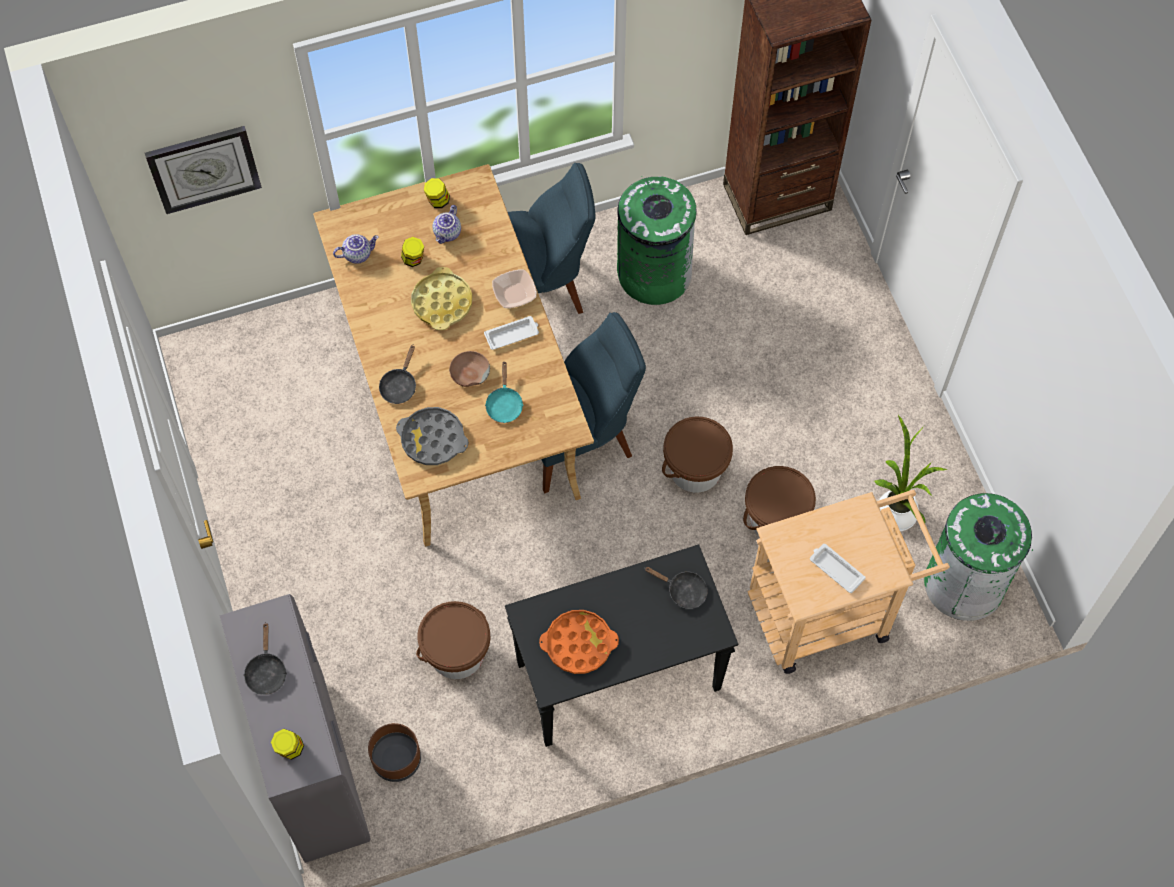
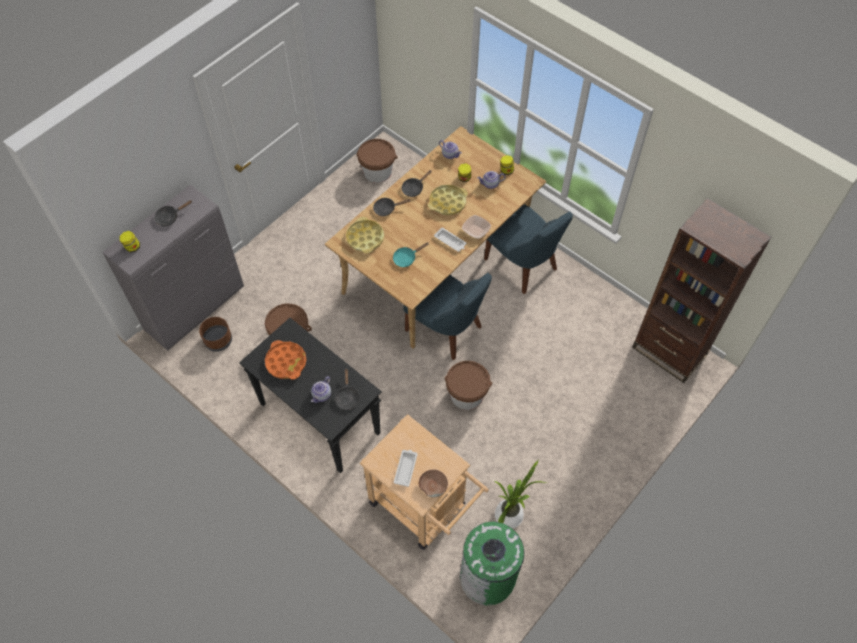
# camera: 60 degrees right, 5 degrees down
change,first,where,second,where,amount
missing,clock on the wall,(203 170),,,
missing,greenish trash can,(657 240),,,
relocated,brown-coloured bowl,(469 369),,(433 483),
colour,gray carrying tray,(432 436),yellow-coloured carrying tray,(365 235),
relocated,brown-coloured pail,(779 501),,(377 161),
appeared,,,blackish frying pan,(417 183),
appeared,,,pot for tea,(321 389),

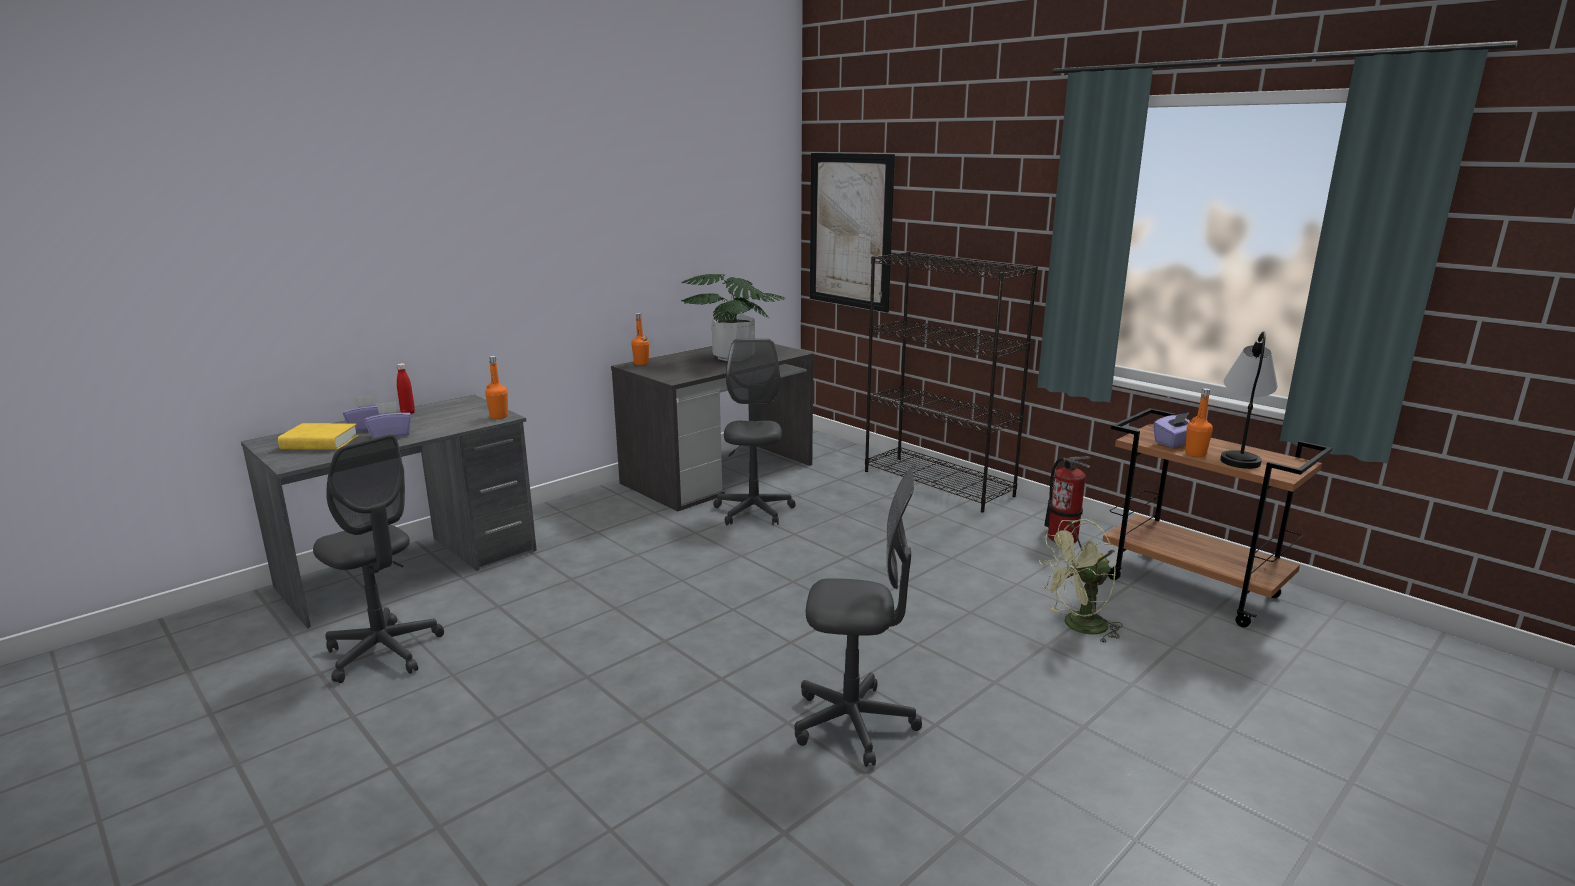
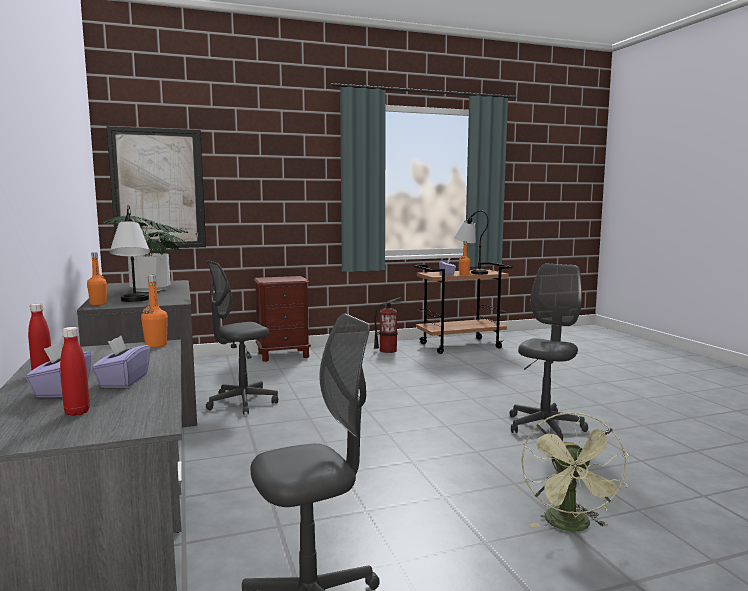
# camera: 65 degrees left, 10 degrees down
change,first,where,second,where,amount
exchanged,blackish bookshelf,(951 382),brown-coloured bedside table,(282 319),
spun,gray desk chair,(754 432),,(242 337),60 degrees counterclockwise
exchanged,yellow-coloured book,(318 436),red drink bottle,(75 371),
relocated,greenish electric fan,(1081 581),,(575 472),
appeared,,,lamp for a table,(130 253),

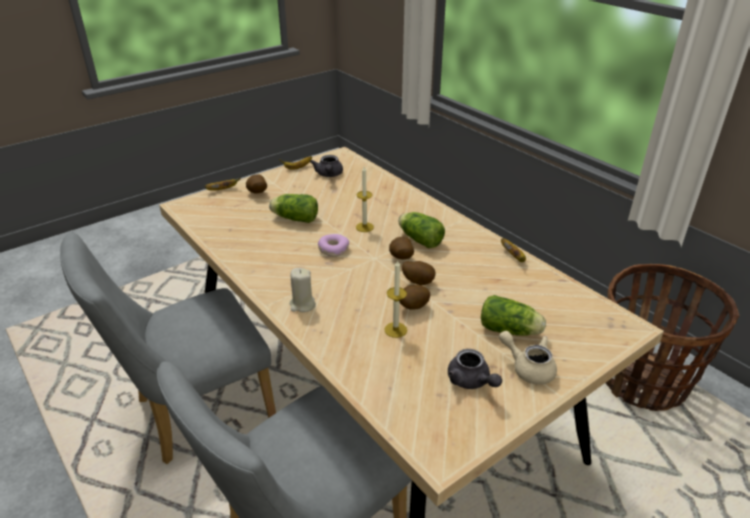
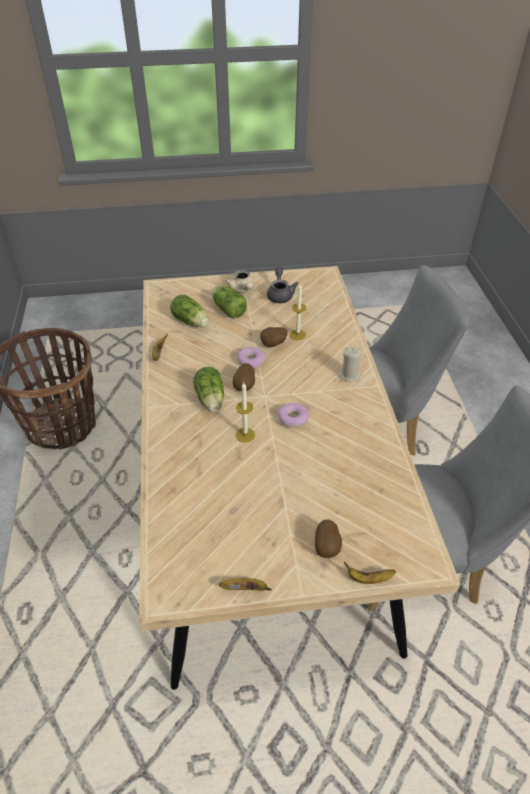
# camera: 150 degrees left, 10 degrees up
change,first,where,second,where,amount
missing,gray pot for tea,(326 166),,,
relocated,lettuce,(293 208),,(189 311),
exchanged,spud,(419 273),ring doughnut,(251 358),

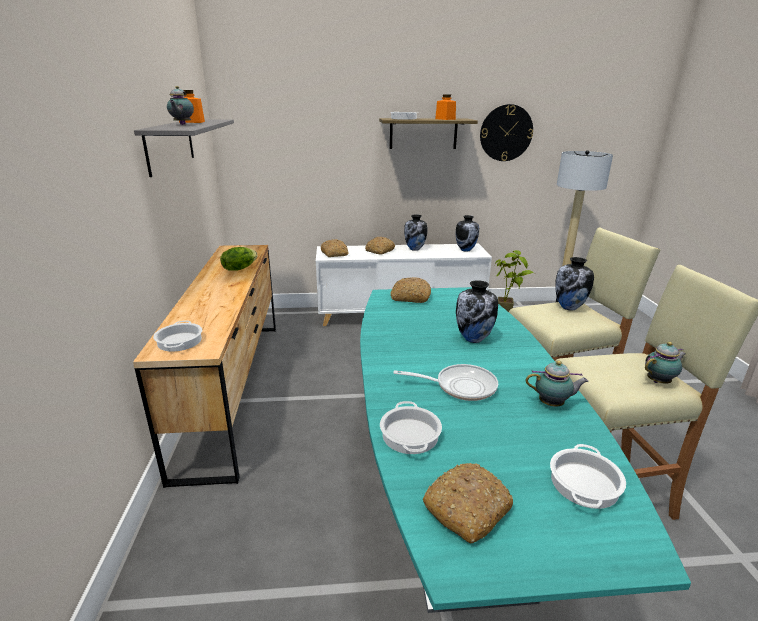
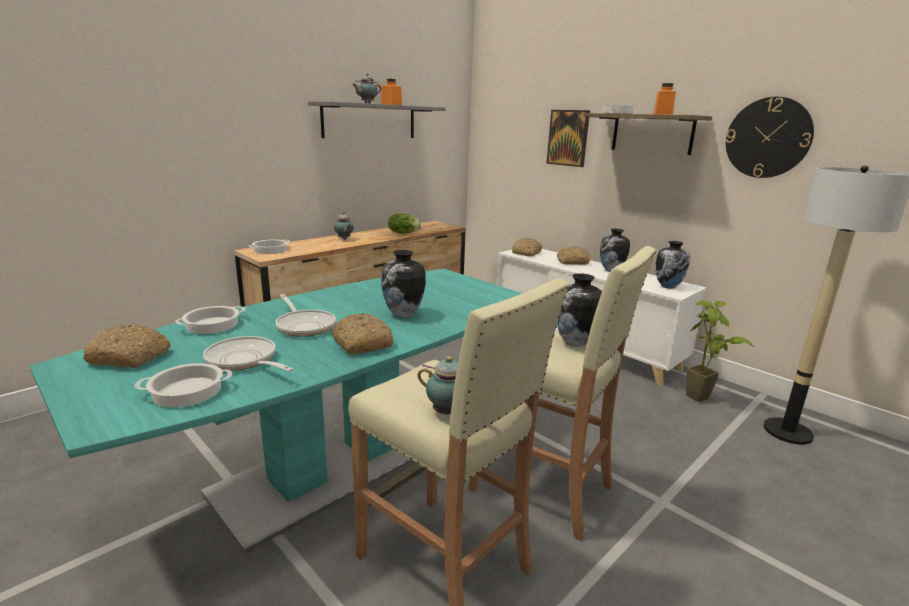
# camera: 50 degrees right, 5 degrees down
change,first,where,second,where,amount
relocated,bread,(410 290),,(362 333),
relocated,pot for tea,(557 384),,(344 226),
appeared,,,wall picture,(568 138),
appeared,,,frying pan,(248 354),

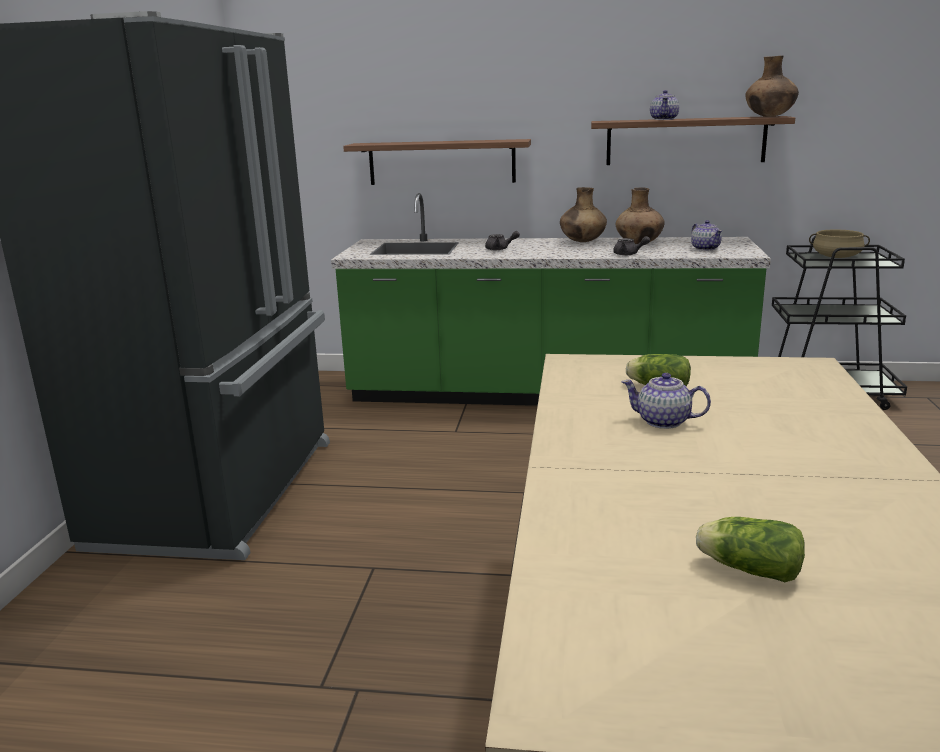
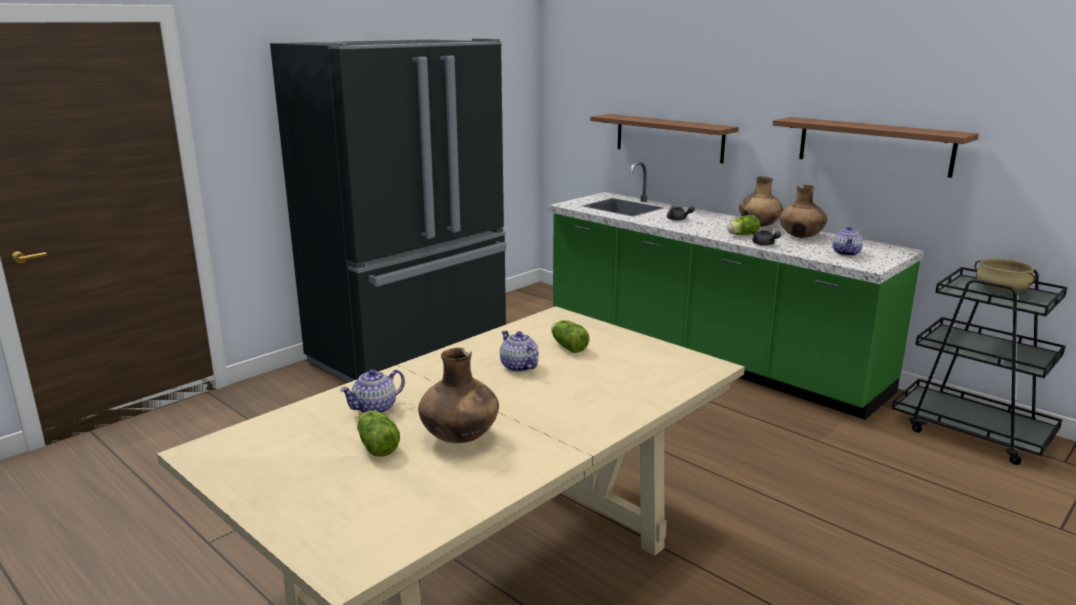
# camera: 35 degrees right, 0 degrees up
change,first,where,second,where,amount
relocated,brown-coloured vase,(772 86),,(458 395),
relocated,pot for tea,(664 105),,(372 391),
appeared,,,lettuce,(743 225),

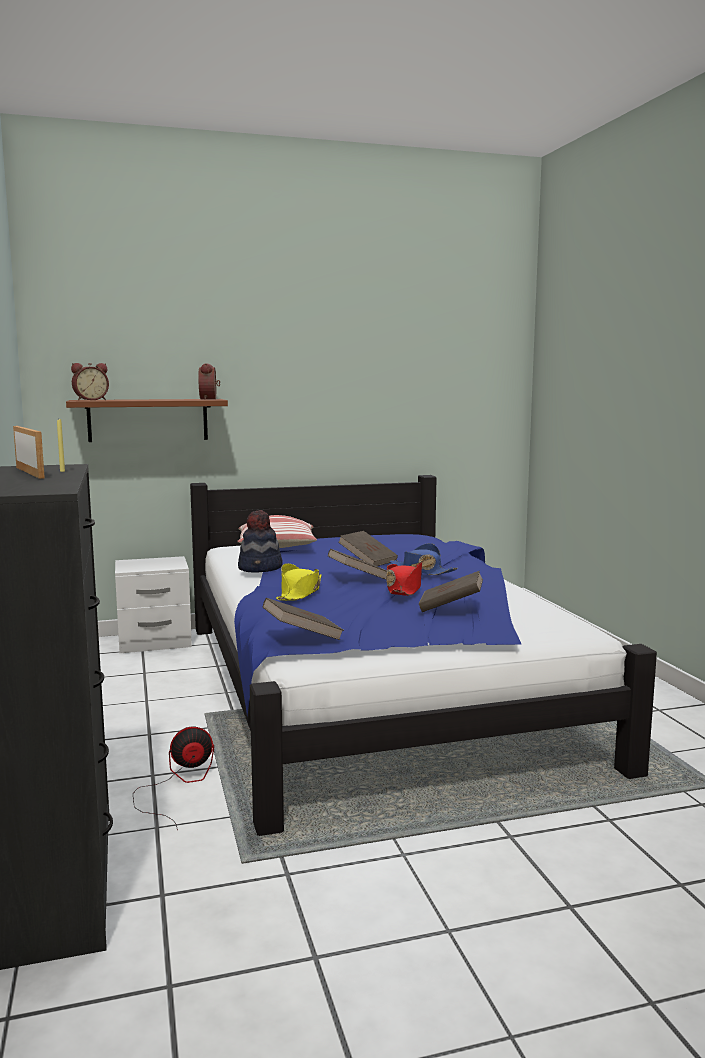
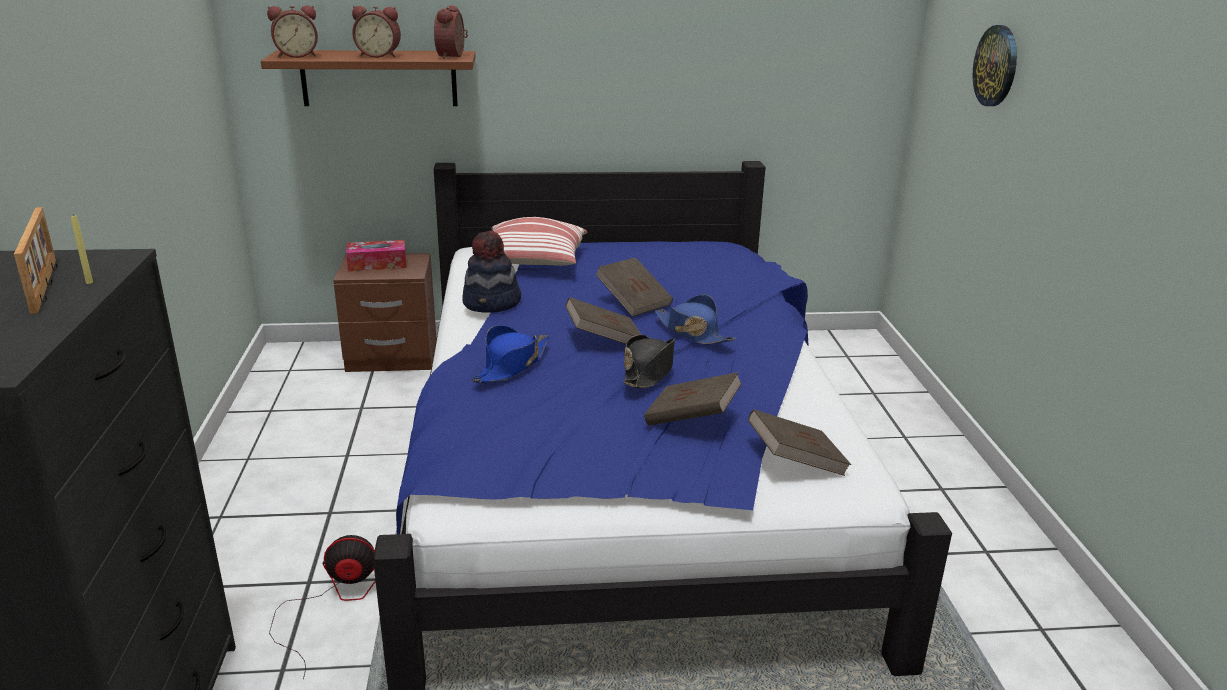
# camera: 10 degrees right, 15 degrees up
change,first,where,second,where,amount
colour,white bedside table,(153 604),brown-coloured bedside table,(384 312),
colour,red wearable hat,(404 579),blackish wearable hat,(649 361),
colour,yellow-coloured wearable hat,(299 582),bluish wearable hat,(510 354),
relocated,brown-coloured book,(303 619),,(799 442),
appeared,,,alarm clock,(376 32),
appeared,,,clock on the wall,(995 65),
appeared,,,tissue box,(376 255),

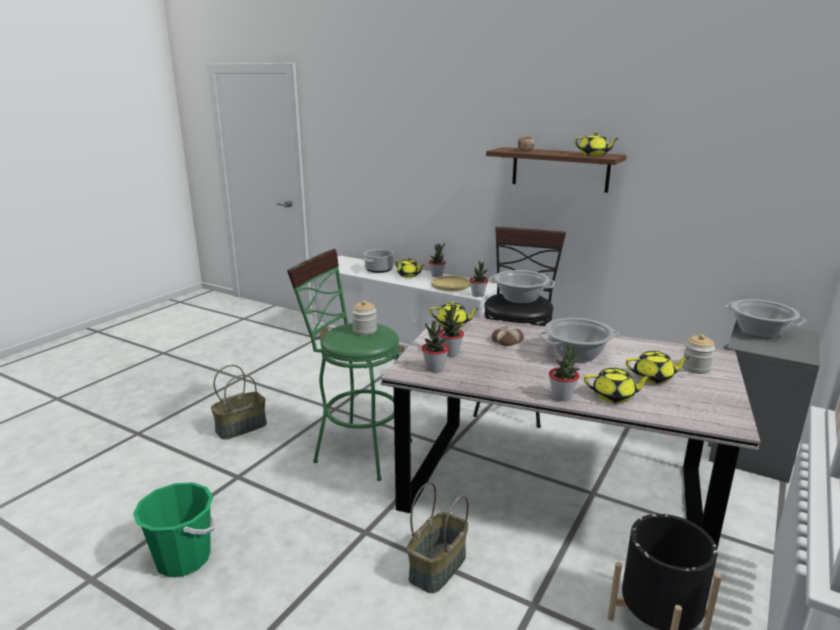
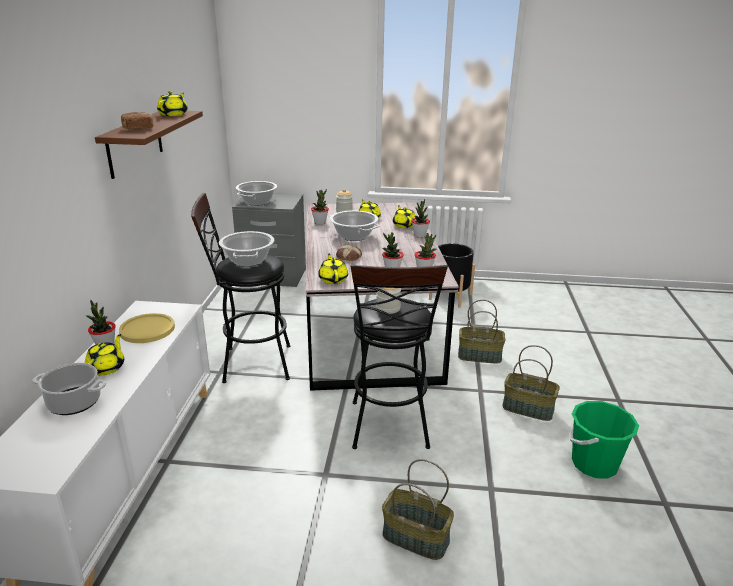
# camera: 115 degrees left, 5 degrees up
change,first,where,second,where,amount
colour,greenish stool seat,(350 365),blackish stool seat,(399 357),
relocated,potted plant,(478 279),,(320 207),
appeared,,,basket,(531 383),

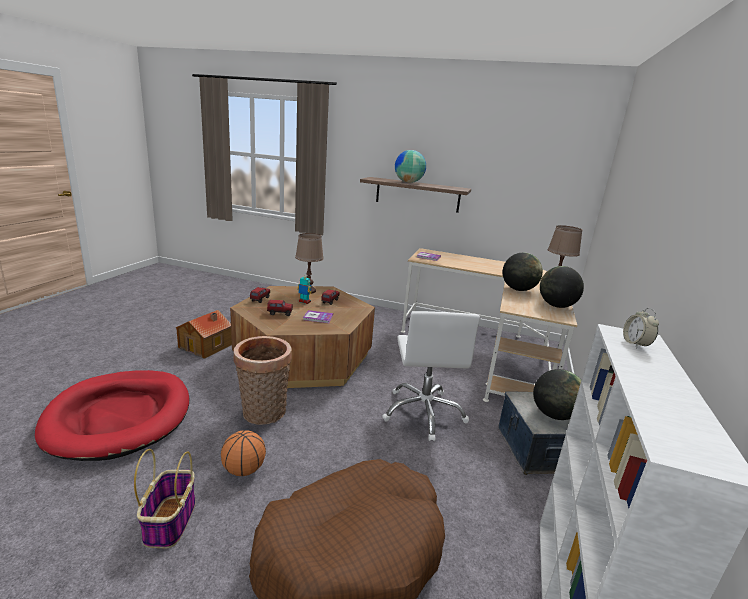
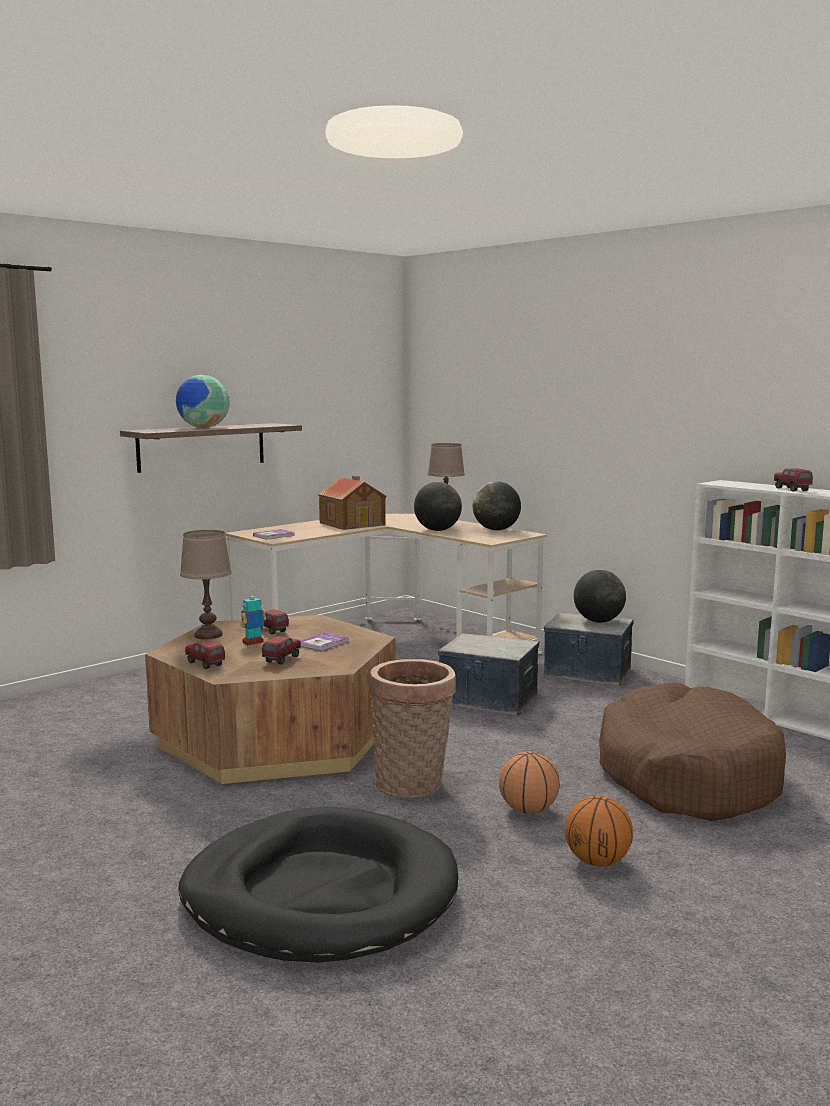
# camera: 60 degrees left, 10 degrees down
change,first,where,second,where,amount
missing,alarm clock,(641 328),,,
relocated,toy house,(204 334),,(352 503),
exchanged,white desk chair,(431 376),storage bin,(488 674),
colour,red dog cushion,(112 415),blackish dog cushion,(318 885),
exchanged,basket,(165 498),basketball ball,(599 831),
appeared,,,model truck,(793 479),

